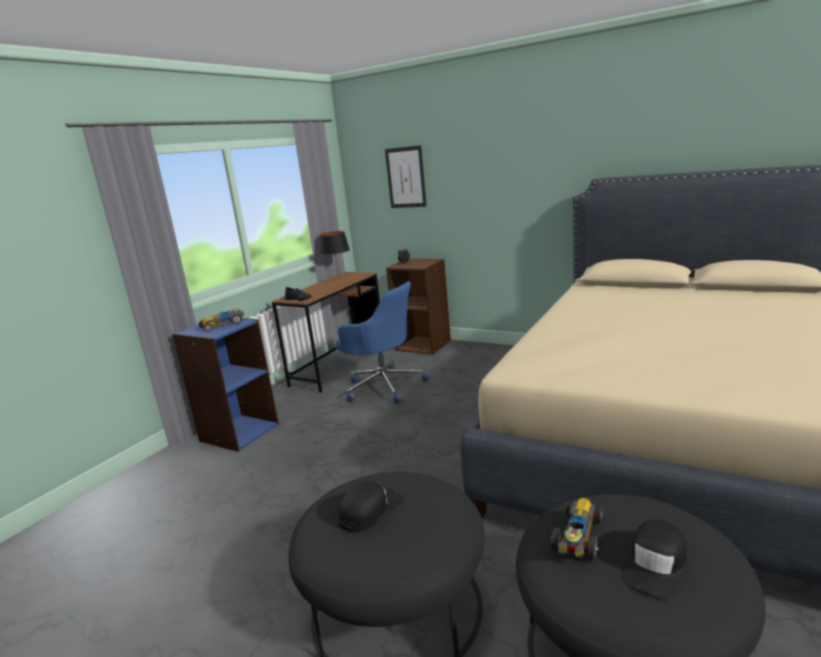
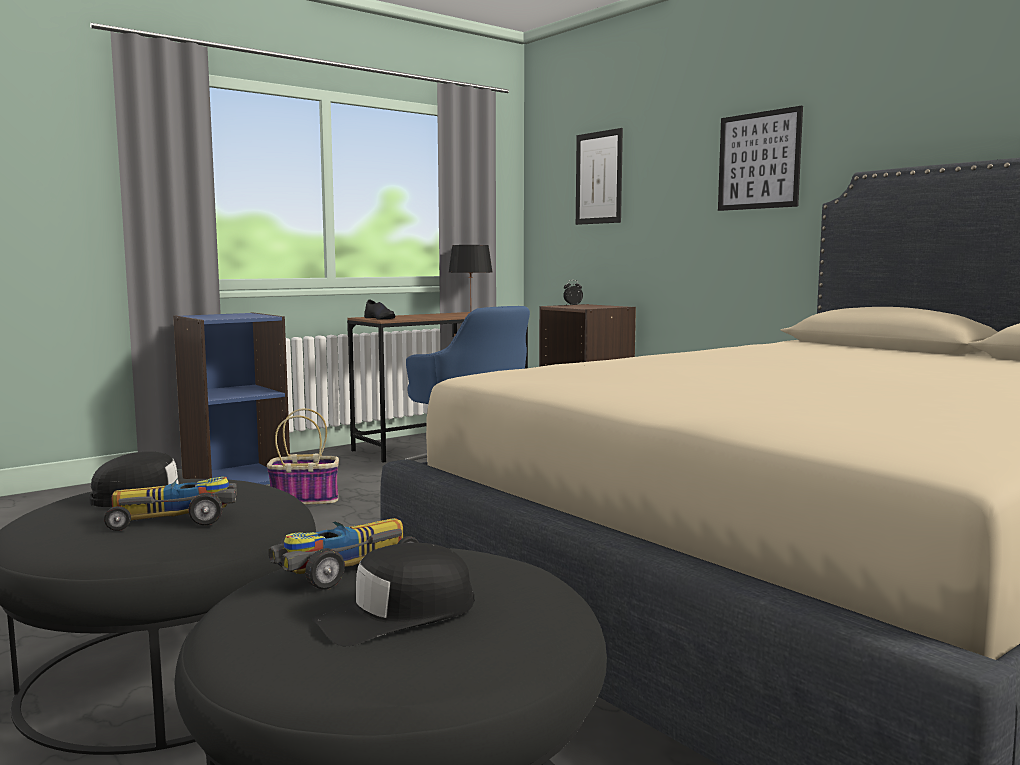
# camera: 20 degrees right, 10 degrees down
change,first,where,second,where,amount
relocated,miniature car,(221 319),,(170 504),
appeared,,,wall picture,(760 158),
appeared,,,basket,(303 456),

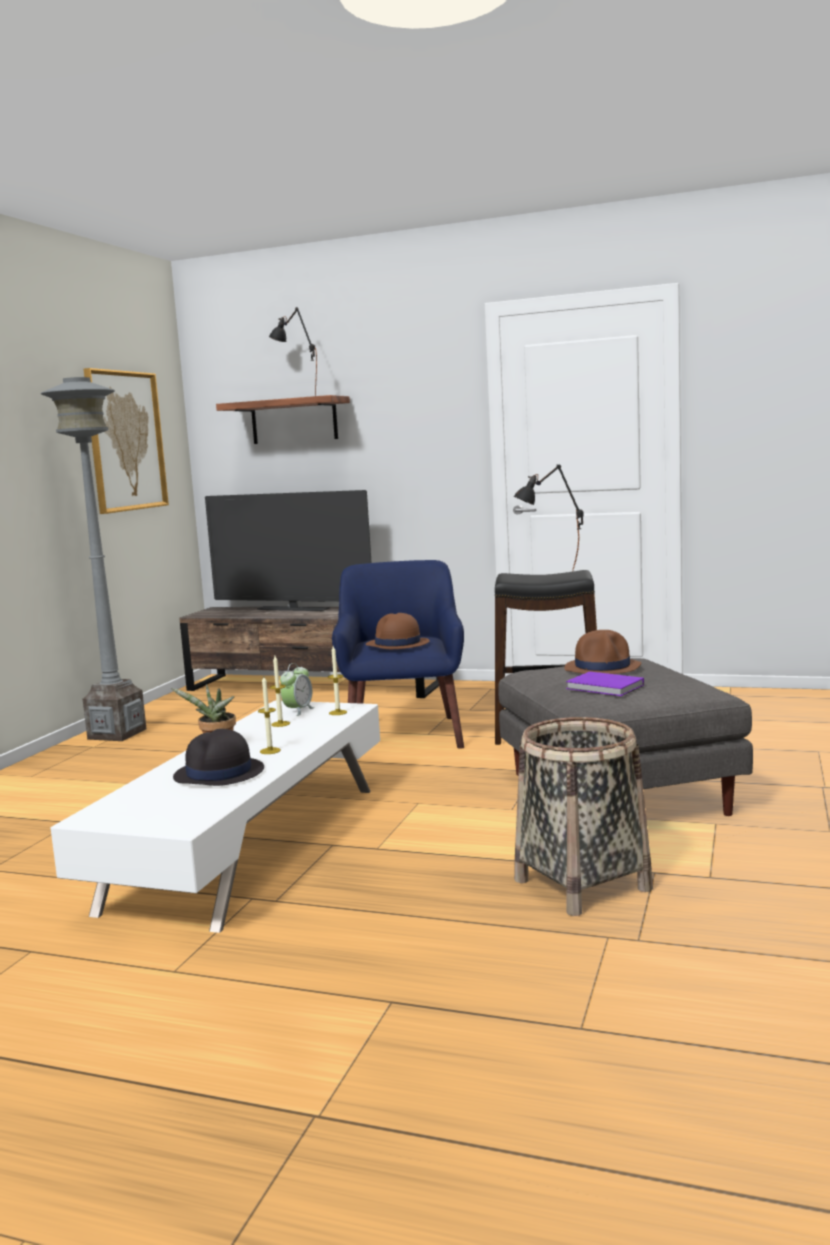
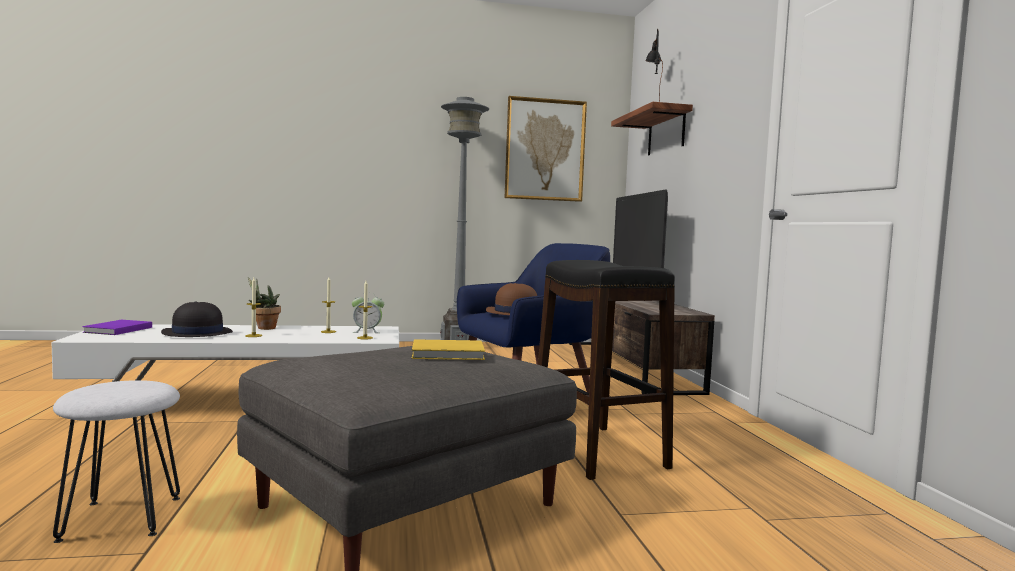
# camera: 60 degrees right, 5 degrees down
change,first,where,second,where,amount
missing,blackish lamp for a table,(549 518),,,
exchanged,brown-coloured wearable hat,(602 652),yellow-coloured book,(448 349),
relocated,purplish book,(605 684),,(117 327),
exchanged,basket,(583 816),white stool seat,(116 461),

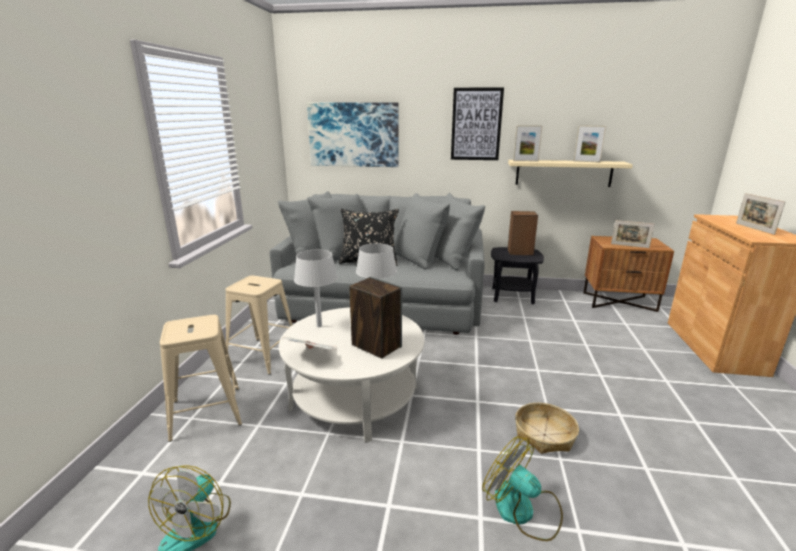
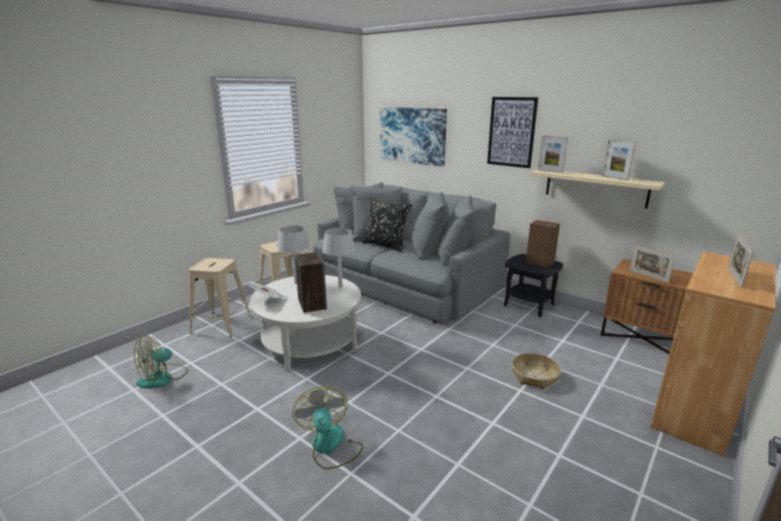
# camera: 30 degrees right, 0 degrees up
change,first,where,second,where,amount
relocated,basket,(547 428),,(536 371),

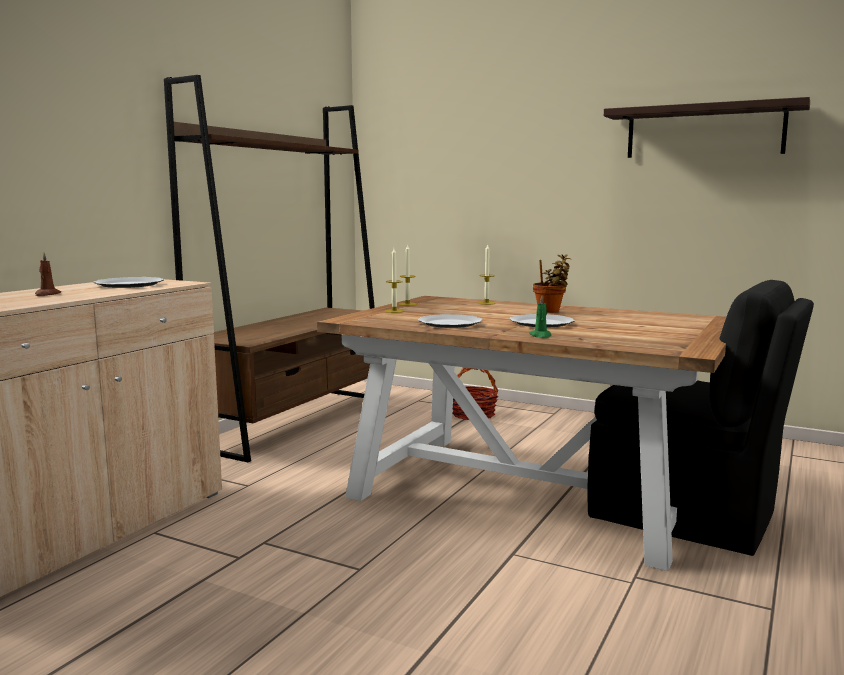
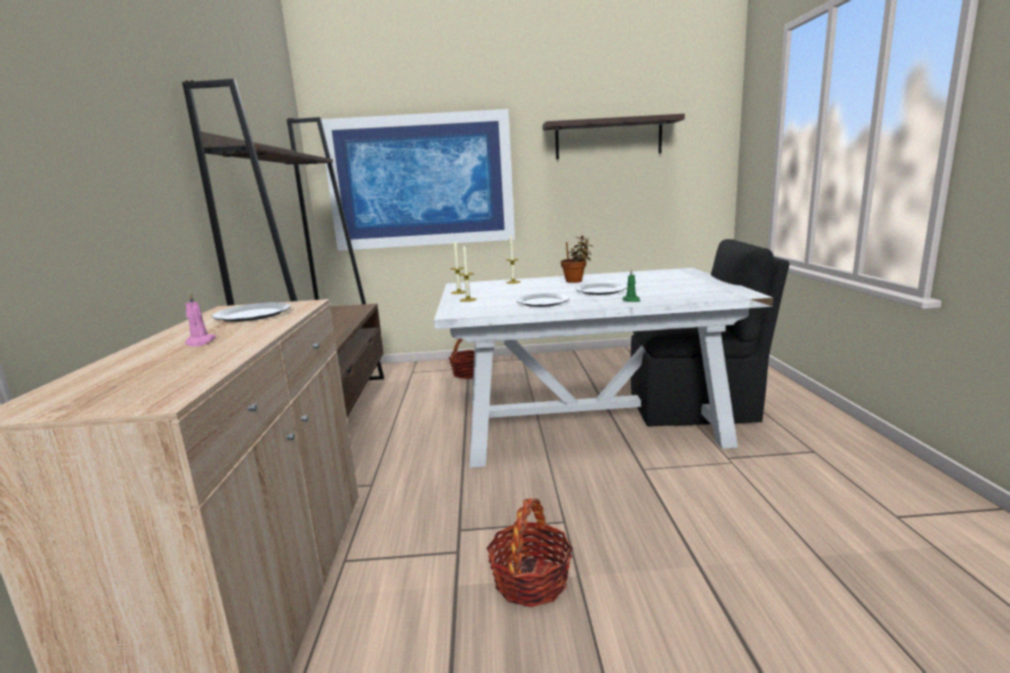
# camera: 30 degrees left, 5 degrees up
change,first,where,second,where,amount
colour,brown-coloured wax light,(48 274),pink-coloured wax light,(200 319),
colour,brown-coloured dining table,(521 433),white dining table,(603 368),
appeared,,,wall picture,(418 180),
appeared,,,basket,(530 552),

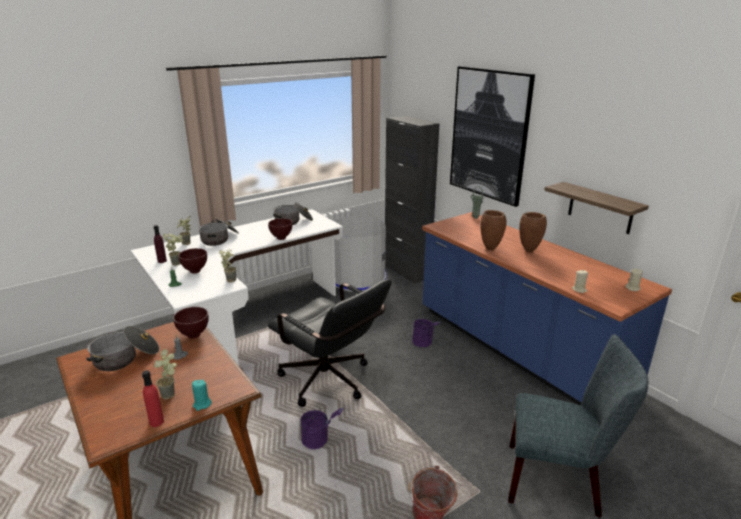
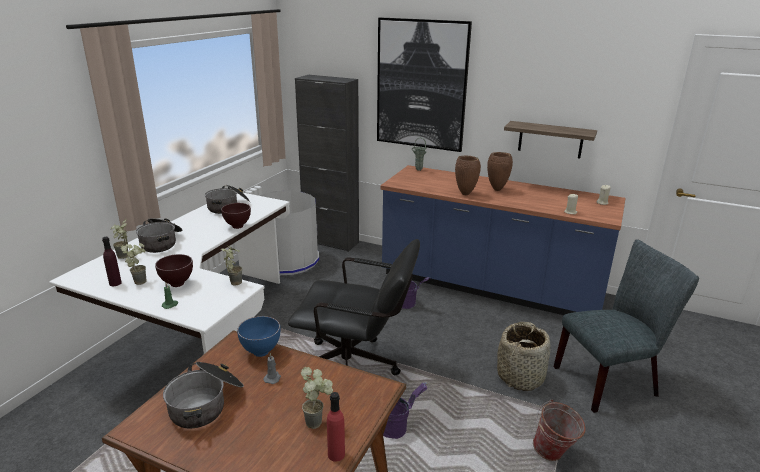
# camera: 30 degrees left, 0 degrees up
change,first,where,second,where,amount
colour,brown-coloured bowl,(191 323),bluish bowl,(258 336),
missing,turquoise-coloured wax light,(202 395),,,
appeared,,,basket,(523 356),

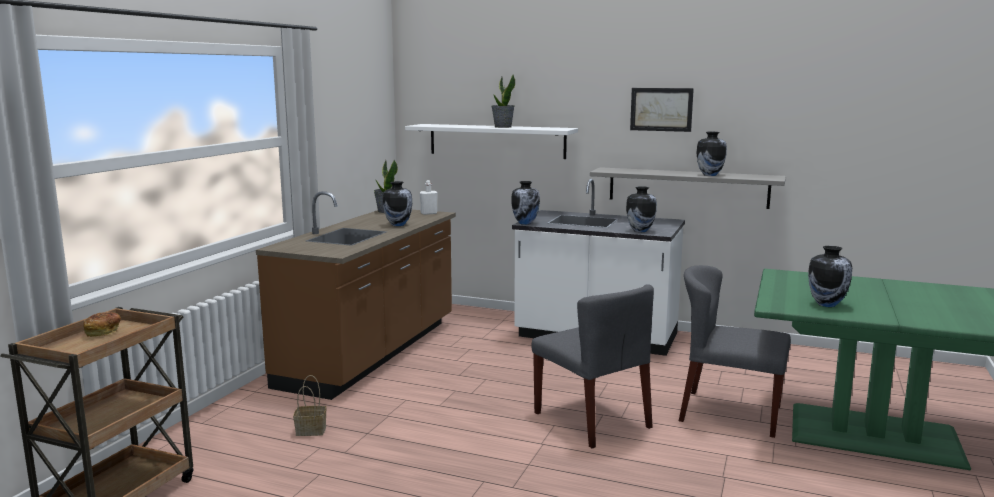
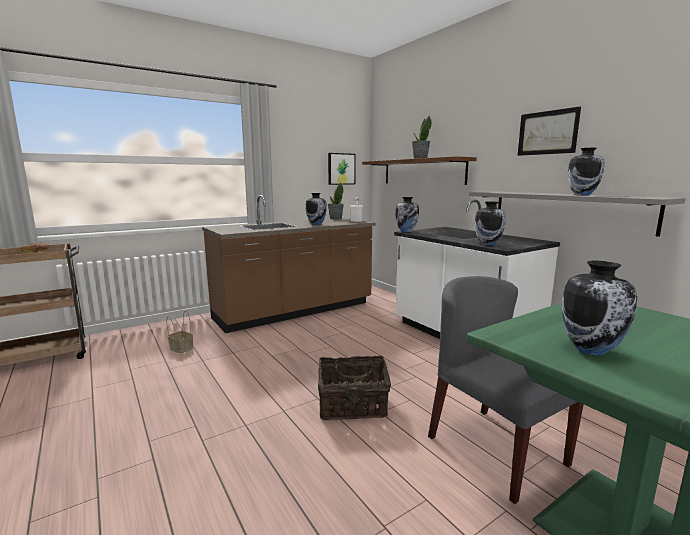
# camera: 35 degrees right, 0 degrees up
change,first,where,second,where,amount
colour,white bracket shelf,(491 141),brown-coloured bracket shelf,(419 170),
exchanged,gray plain chair,(592 366),basket,(354 388),
appeared,,,wall picture,(342 169),

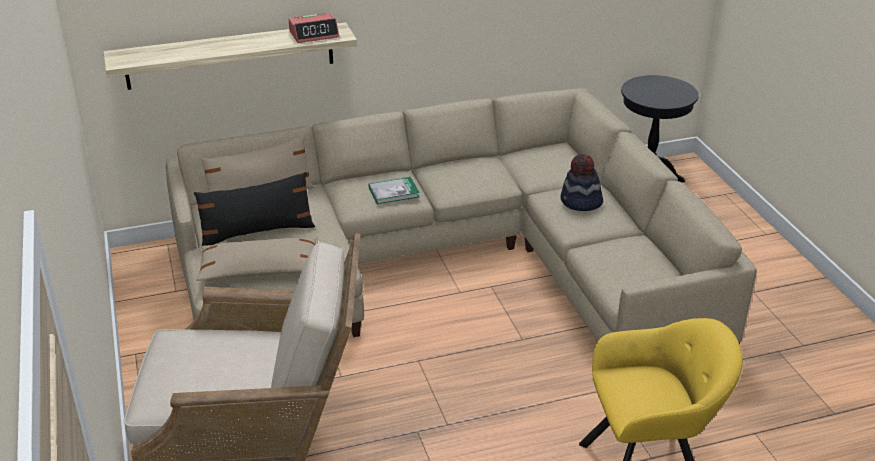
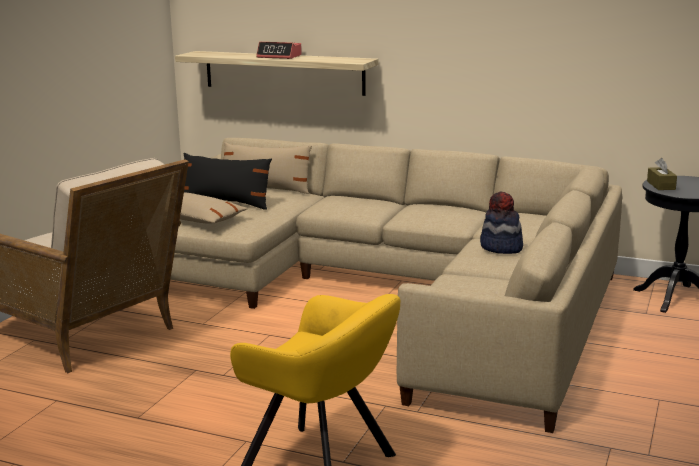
# camera: 40 degrees right, 15 degrees down
change,first,where,second,where,amount
relocated,alarm clock,(314 28),,(279 50),
missing,book,(394 190),,,
appeared,,,brown-coloured tissue box,(662 174),

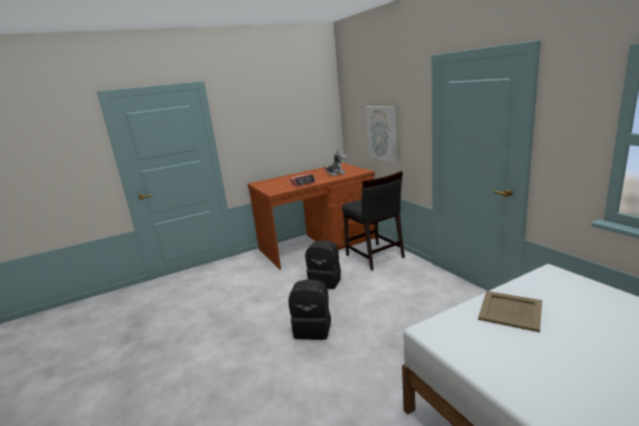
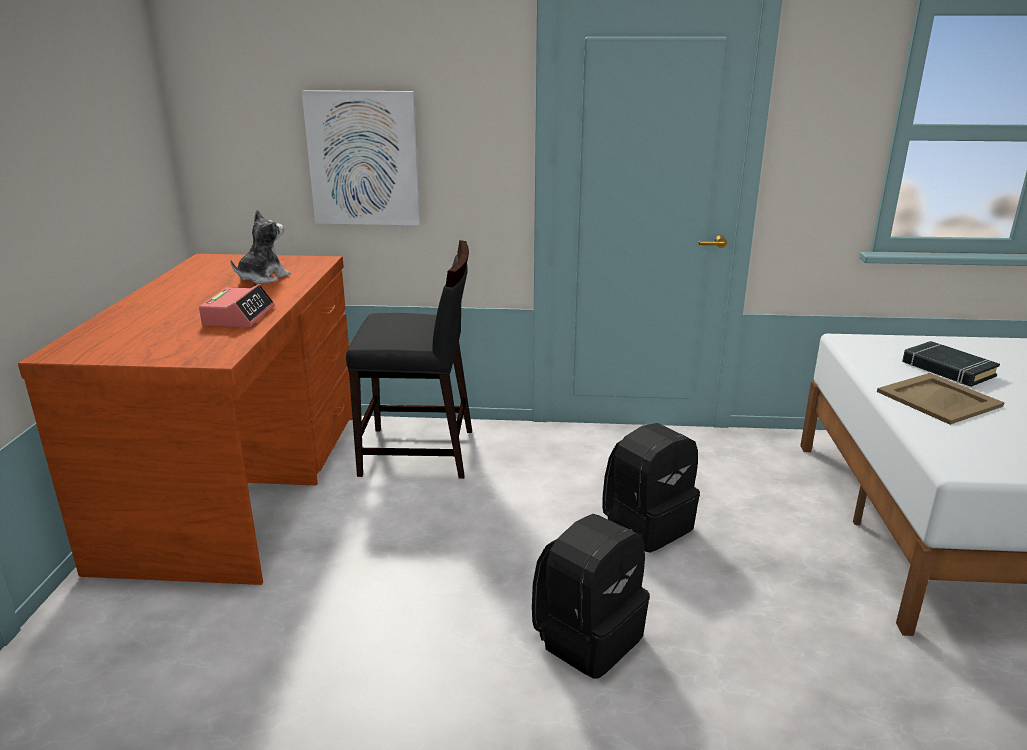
# camera: 60 degrees left, 5 degrees up
change,first,where,second,where,amount
relocated,blackish knapsack,(323 264),,(651 487),
appeared,,,blackish book,(951 364),

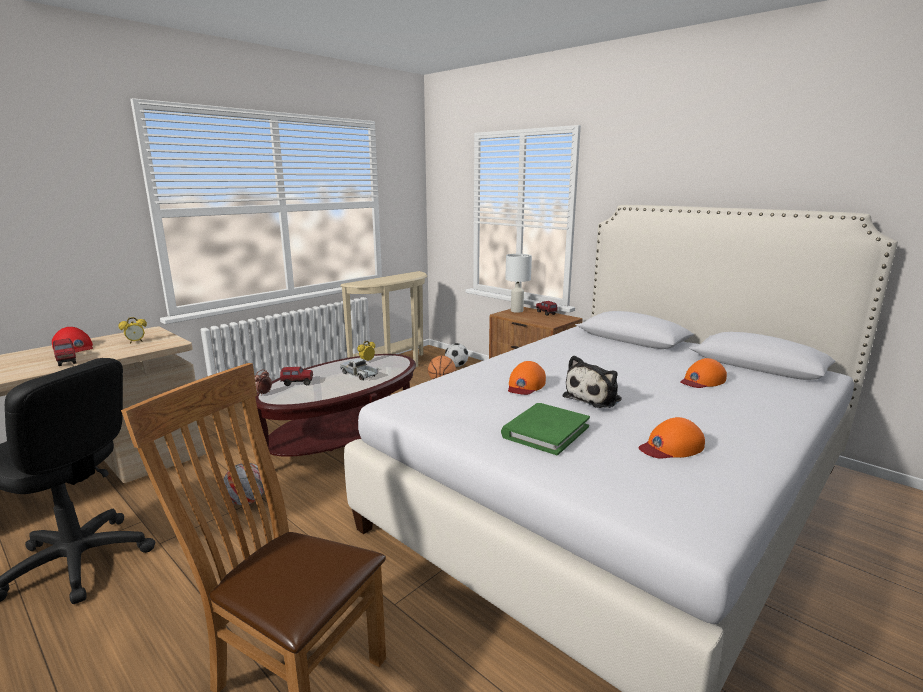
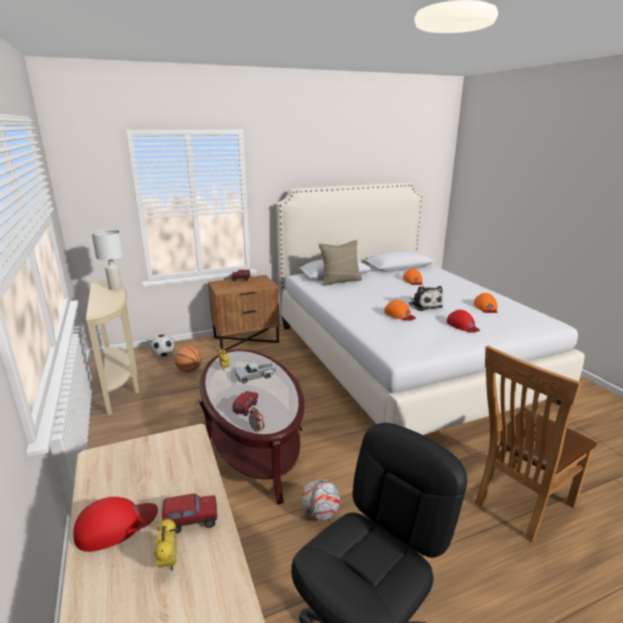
# camera: 65 degrees left, 5 degrees up
change,first,where,second,where,amount
relocated,white lamp for a table,(518 283),,(108 260),
relocated,alarm clock,(132 330),,(165 544),
exchanged,greenish book,(545 429),red peaked cap,(463 321),
appeared,,,sand-coloured cushion,(340 262),

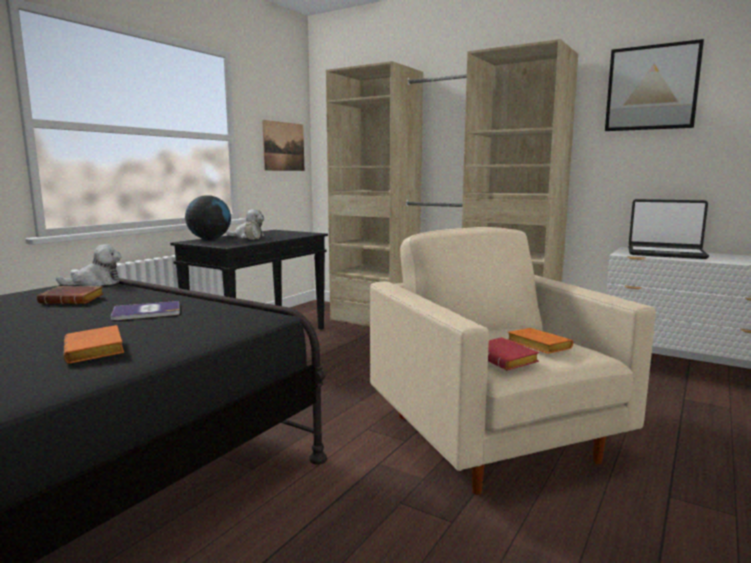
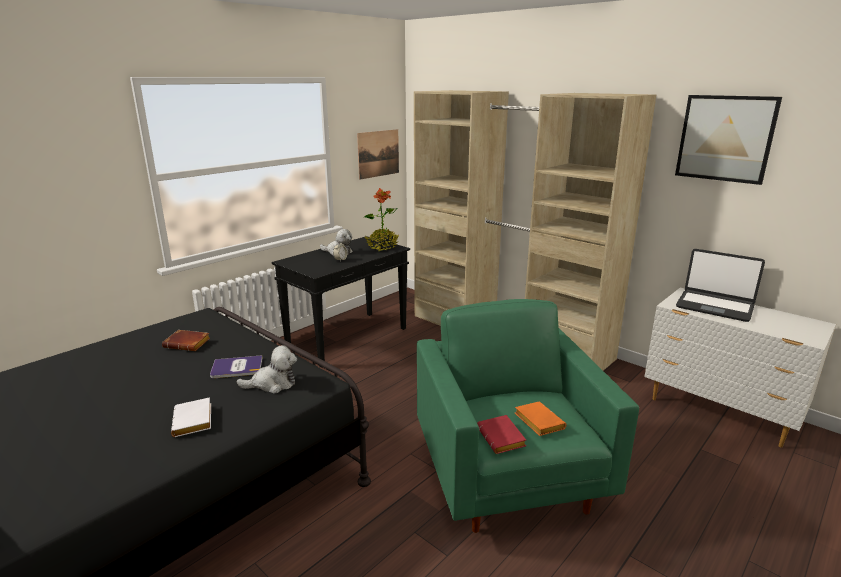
# camera: 10 degrees right, 10 degrees up
change,first,where,second,where,amount
missing,globe,(208 218),,,
colour,sand-coloured lounge chair,(513 361),greenish lounge chair,(528 416),
relocated,cuddly toy,(88 265),,(266 369),
colour,orangey book,(93 344),white book,(191 417),
appeared,,,potted plant,(381 220),

